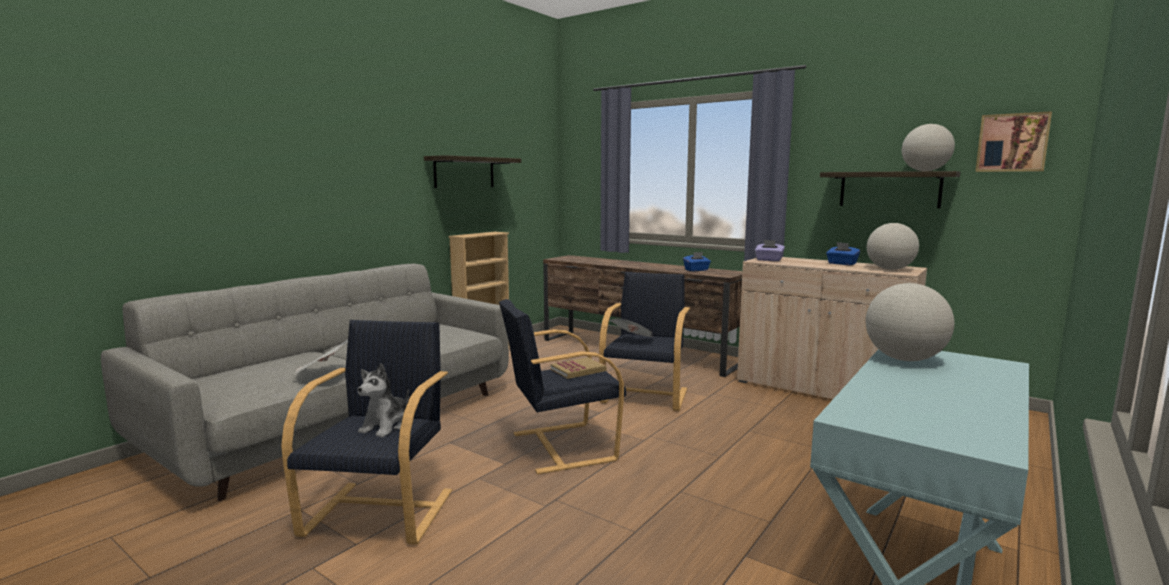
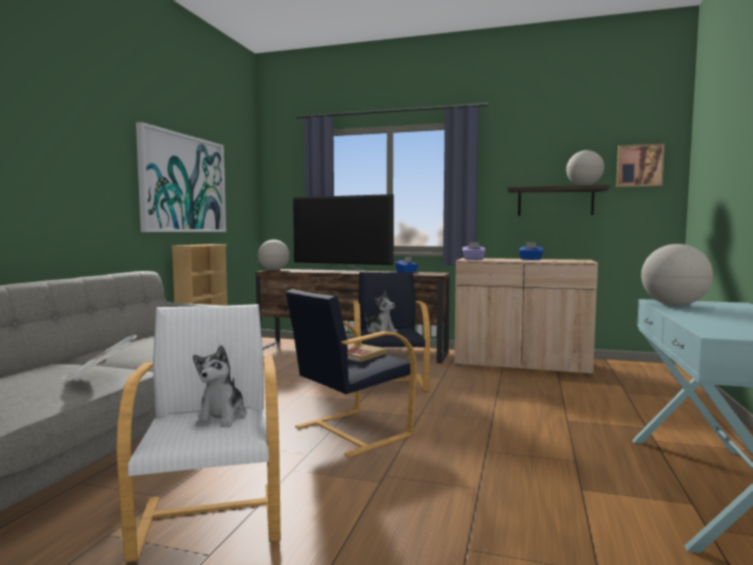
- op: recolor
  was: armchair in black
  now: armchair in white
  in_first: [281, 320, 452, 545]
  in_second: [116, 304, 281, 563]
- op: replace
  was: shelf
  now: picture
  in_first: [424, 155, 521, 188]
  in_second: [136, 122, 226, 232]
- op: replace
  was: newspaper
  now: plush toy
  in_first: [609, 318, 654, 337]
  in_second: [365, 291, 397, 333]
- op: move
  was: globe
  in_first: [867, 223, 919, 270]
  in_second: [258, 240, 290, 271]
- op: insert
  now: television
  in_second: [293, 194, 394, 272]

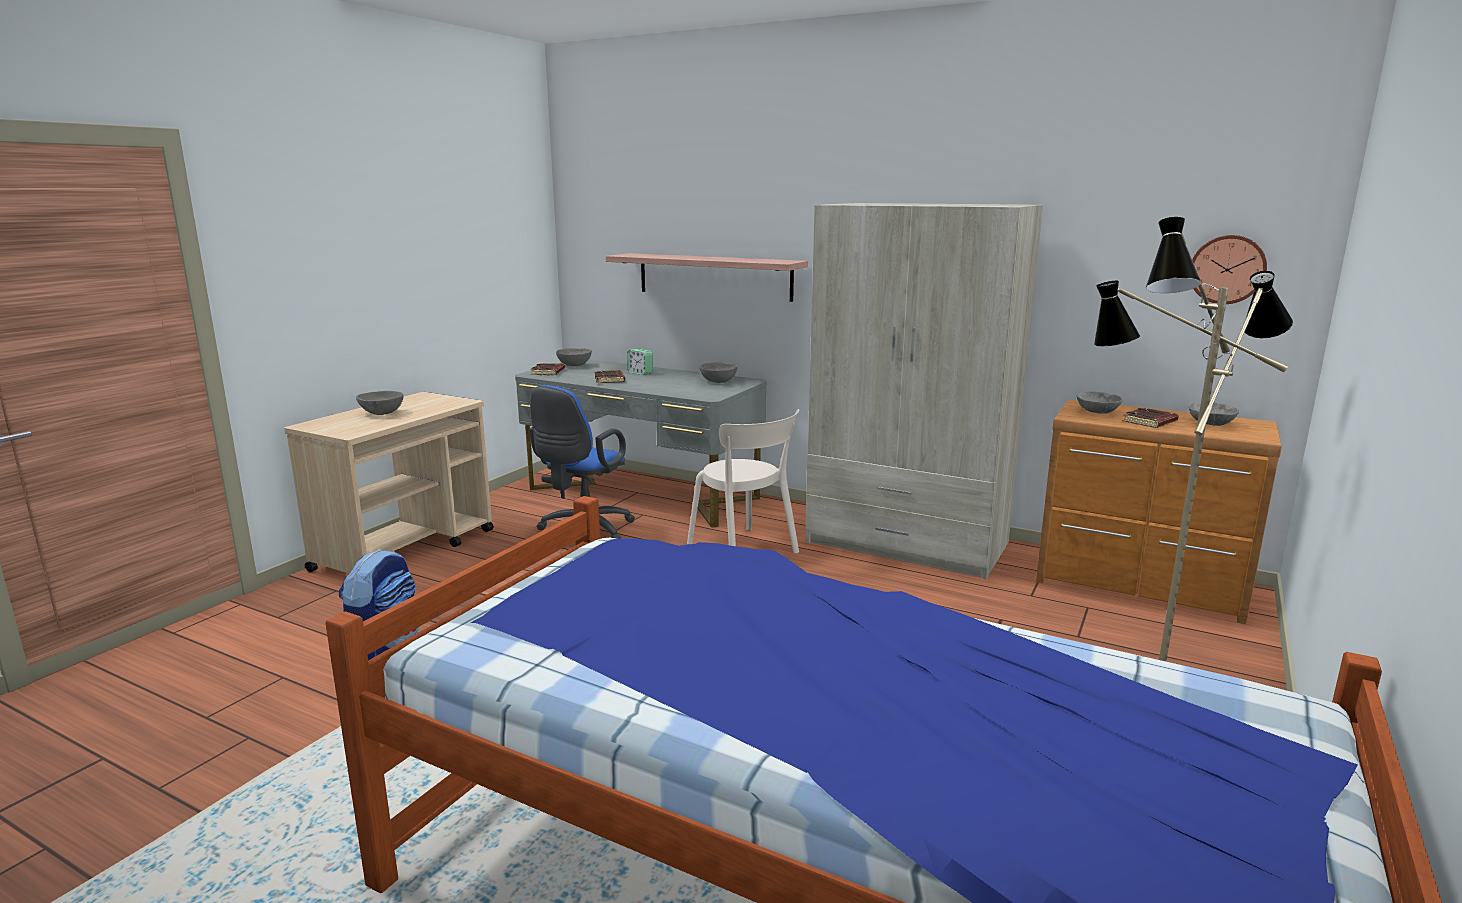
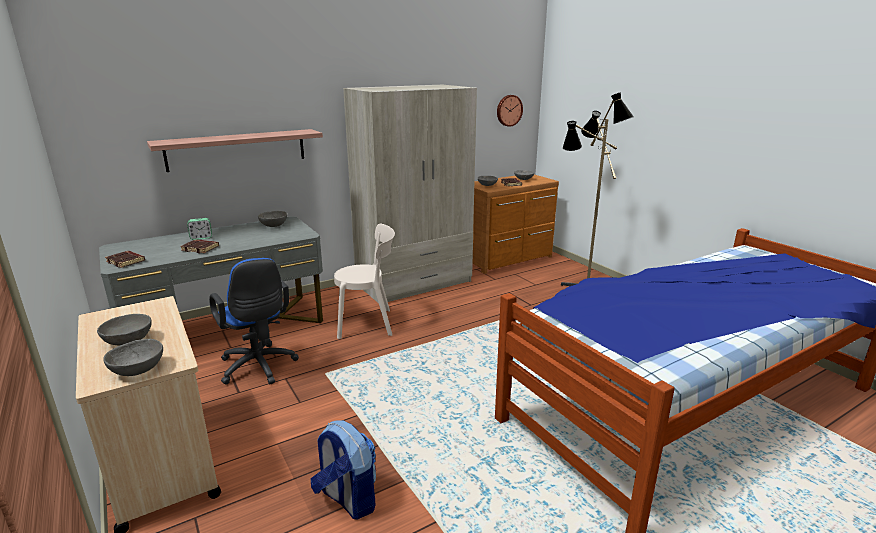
- op: move
  was: bowl in grey
  in_first: [556, 348, 592, 366]
  in_second: [103, 339, 163, 376]

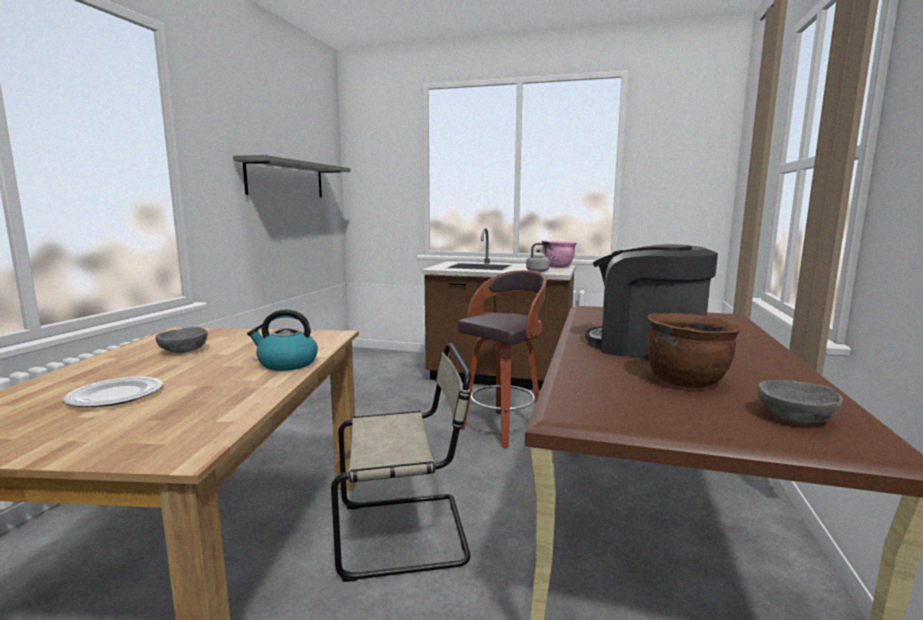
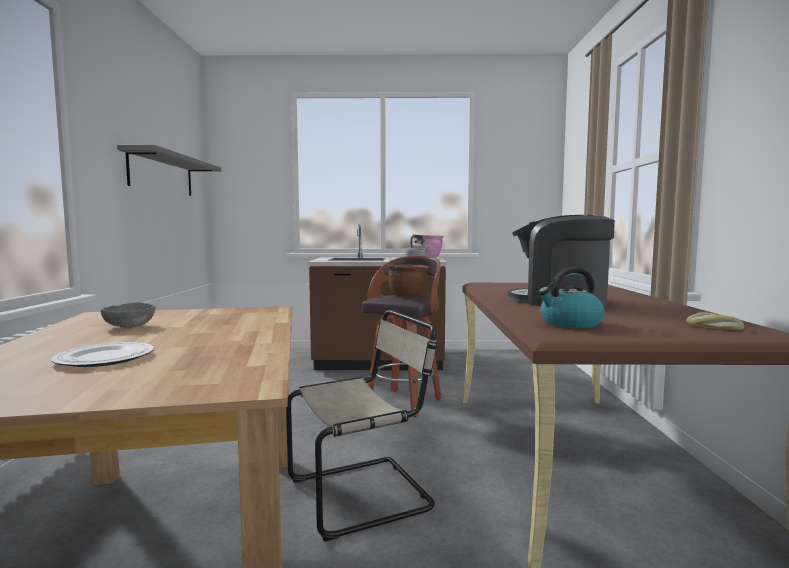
- op: move
  was: kettle
  in_first: [247, 310, 318, 371]
  in_second: [538, 267, 604, 328]
- op: move
  was: cooking pot in brown
  in_first: [647, 313, 741, 388]
  in_second: [387, 264, 429, 297]
- op: replace
  was: bowl in grey
  now: bread
  in_first: [758, 380, 843, 423]
  in_second: [686, 312, 744, 330]

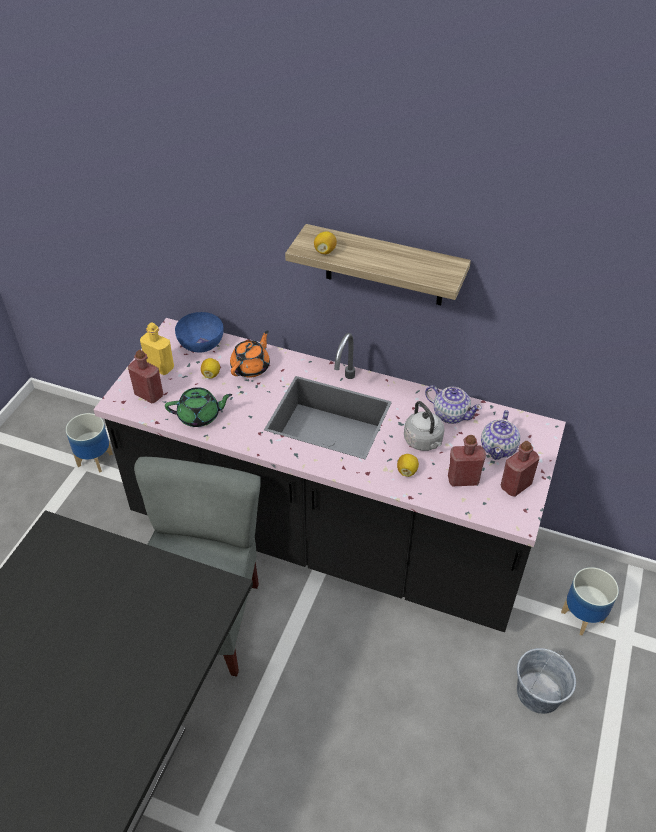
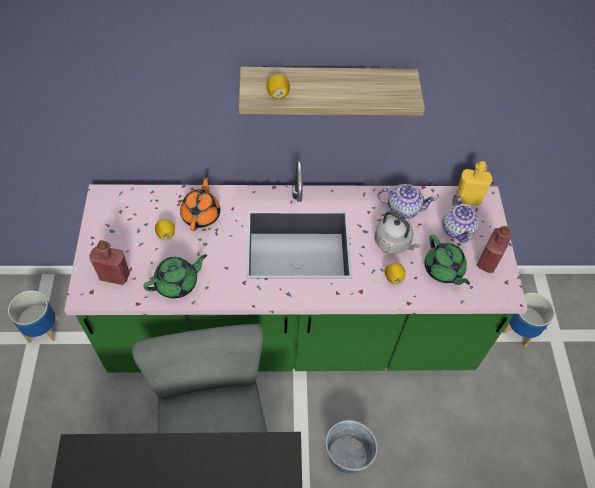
- op: recolor
  was: counter in black
  now: counter in green
  in_first: [93, 318, 566, 632]
  in_second: [64, 161, 527, 373]
- op: move
  was: bottle in yellow
  in_first: [140, 322, 174, 375]
  in_second: [456, 161, 492, 206]
- op: delete
  was: bowl in blue
  in_first: [175, 312, 224, 353]
- op: replace
  was: bottle in red
  now: teapot in green
  in_first: [448, 435, 486, 486]
  in_second: [424, 235, 470, 285]
- op: move
  was: bucket in grey
  in_first: [517, 648, 576, 714]
  in_second: [325, 420, 378, 474]

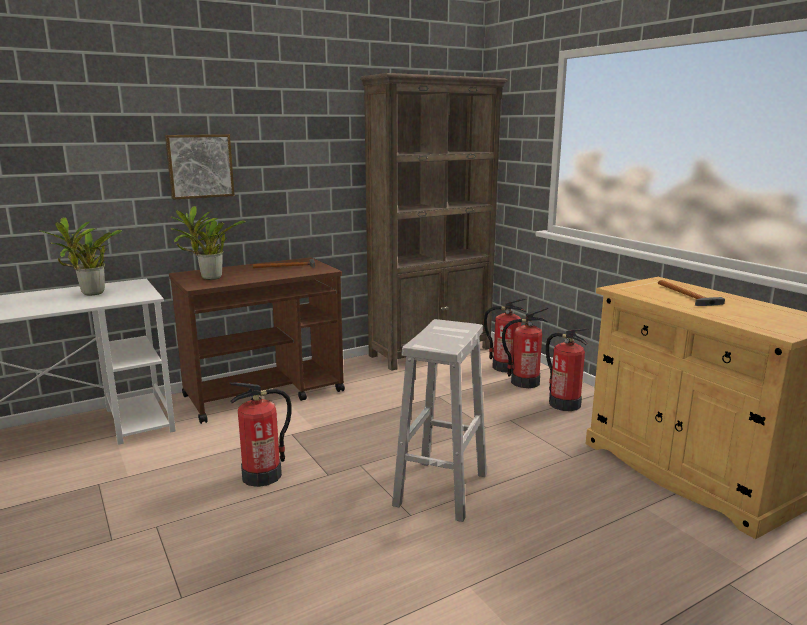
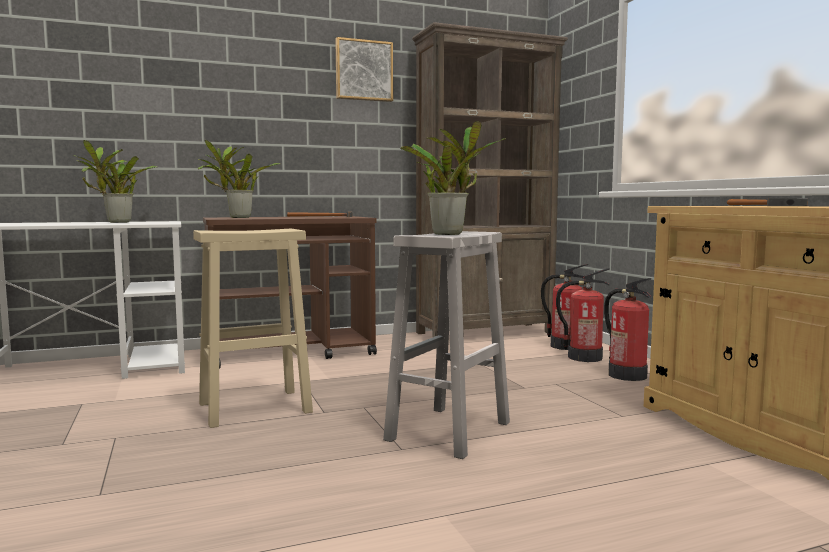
- op: move
  was: picture
  in_first: [165, 134, 235, 200]
  in_second: [335, 37, 393, 102]
- op: replace
  was: fire extinguisher
  now: stool in beige
  in_first: [230, 382, 292, 487]
  in_second: [193, 229, 313, 428]
- op: insert
  now: potted plant
  in_second: [400, 121, 506, 235]

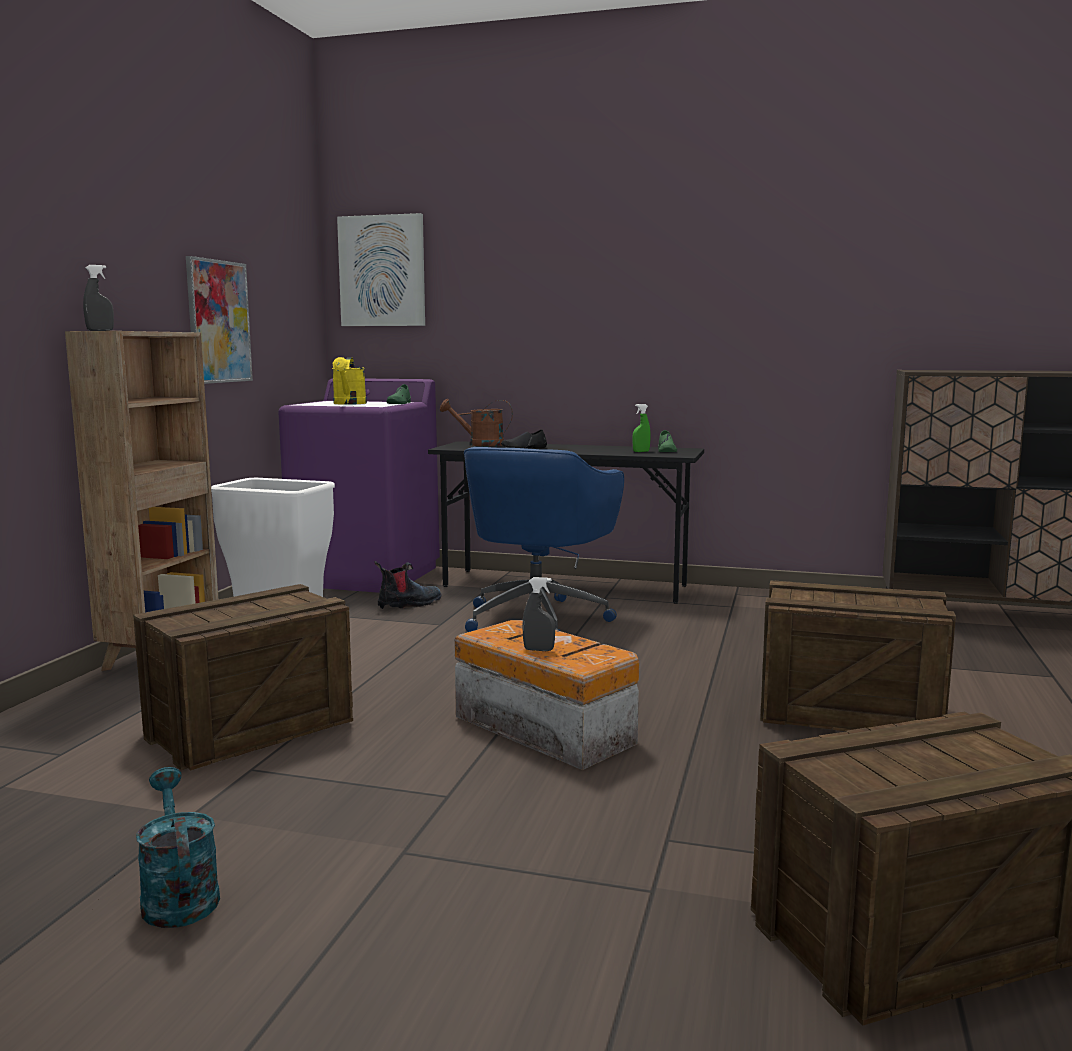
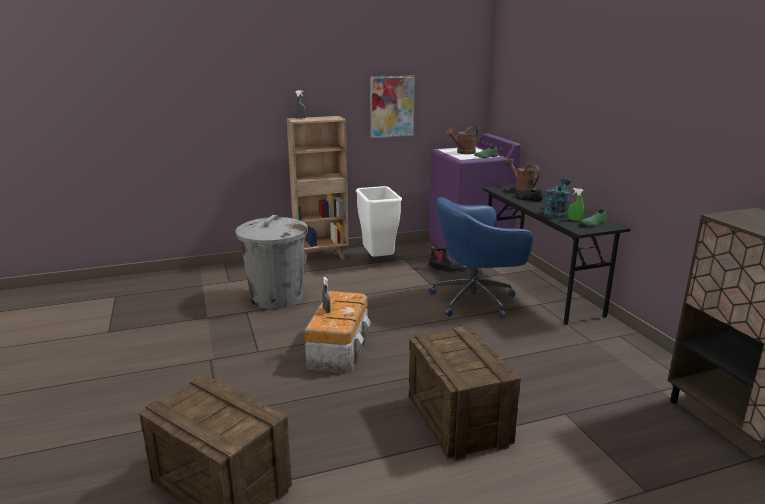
- op: replace
  was: crate
  now: trash can in grey
  in_first: [133, 584, 353, 770]
  in_second: [235, 215, 308, 309]
- op: move
  was: watering can in turquoise
  in_first: [136, 767, 220, 928]
  in_second: [544, 177, 571, 218]
- op: recolor
  was: watering can in yellow
  now: watering can in brown
  in_first: [332, 357, 367, 405]
  in_second: [445, 126, 478, 154]
- op: delete
  was: picture
  in_first: [337, 213, 425, 326]

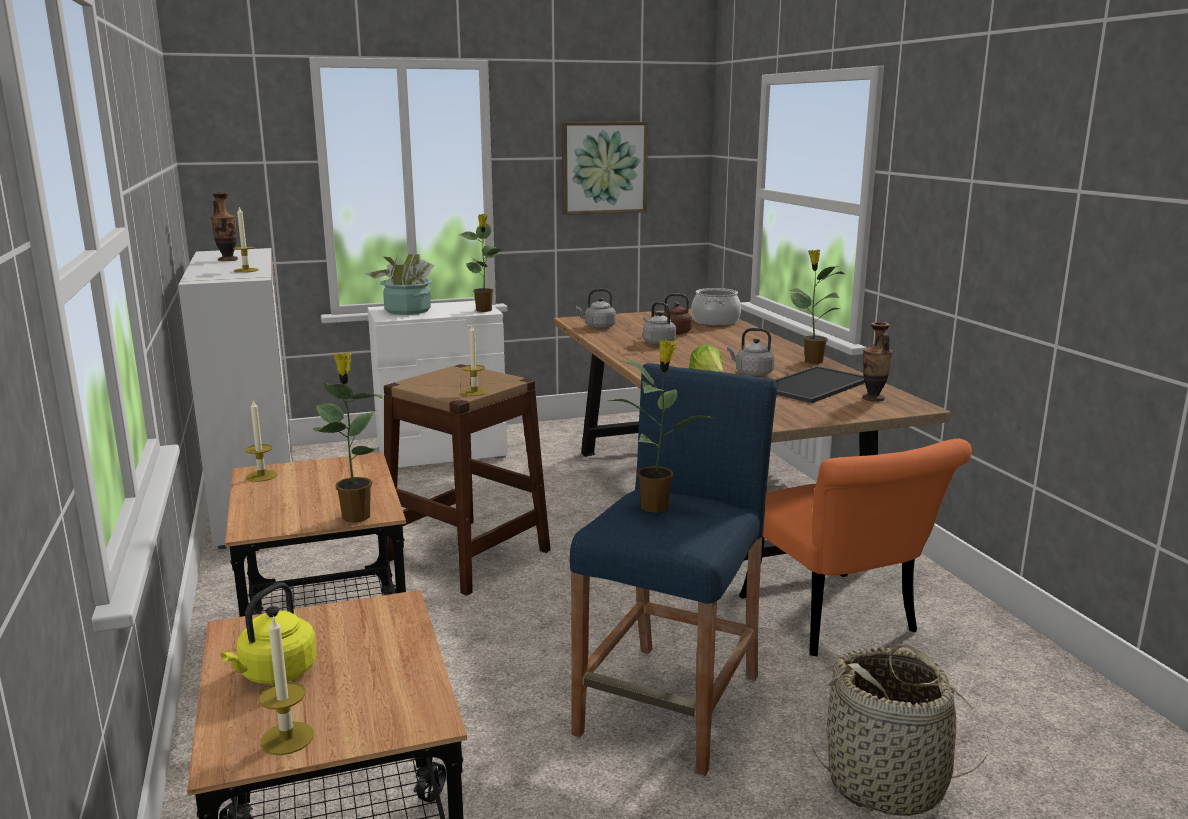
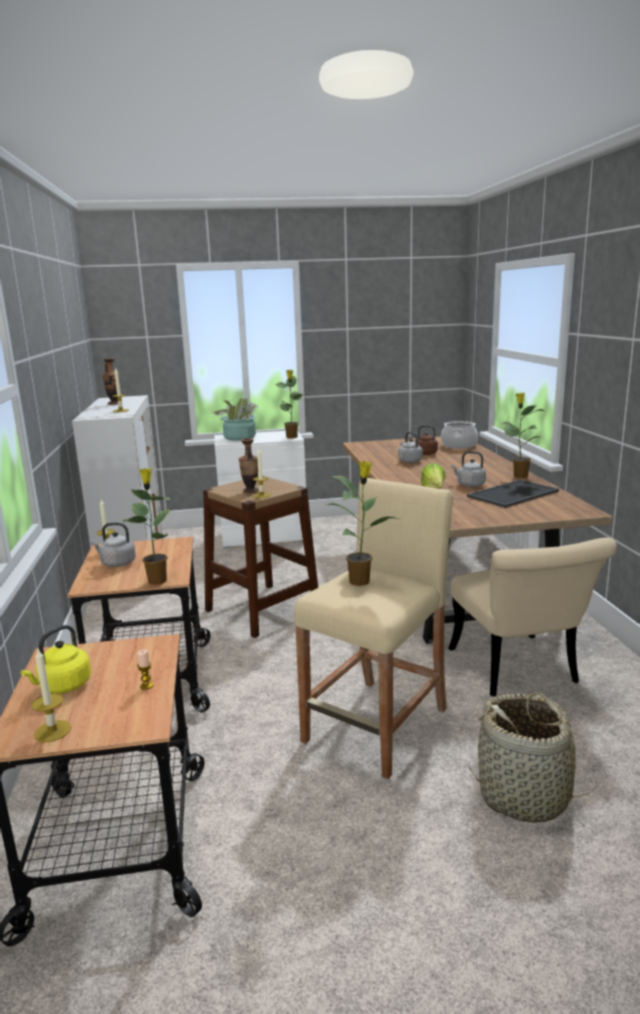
- op: delete
  was: picture
  in_first: [562, 122, 648, 215]
- op: recolor
  was: stool in blue
  now: stool in beige
  in_first: [570, 363, 777, 776]
  in_second: [294, 478, 453, 779]
- op: move
  was: kettle in grey
  in_first: [576, 289, 616, 329]
  in_second: [91, 523, 136, 567]
- op: recolor
  was: chair in orange
  now: chair in beige
  in_first: [739, 439, 972, 656]
  in_second: [448, 537, 617, 697]
- op: move
  was: vase
  in_first: [862, 322, 892, 402]
  in_second: [239, 438, 258, 493]
- op: insert
  now: candle
  in_second: [137, 649, 153, 690]

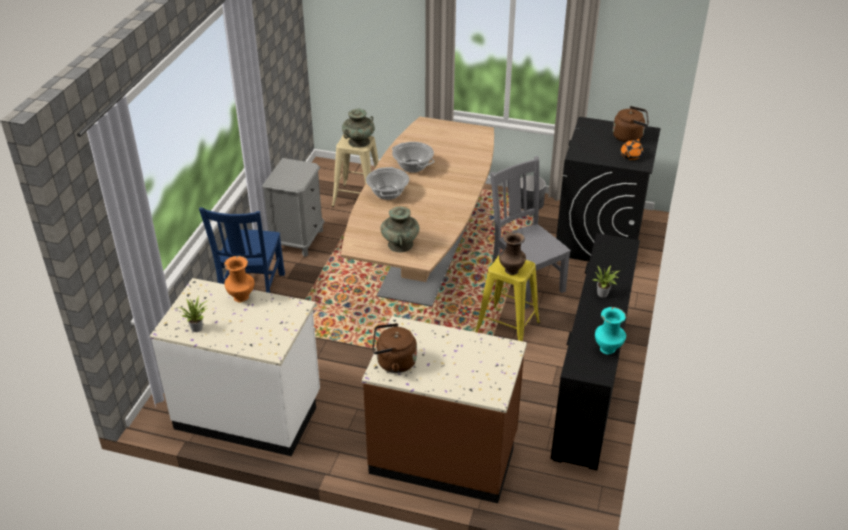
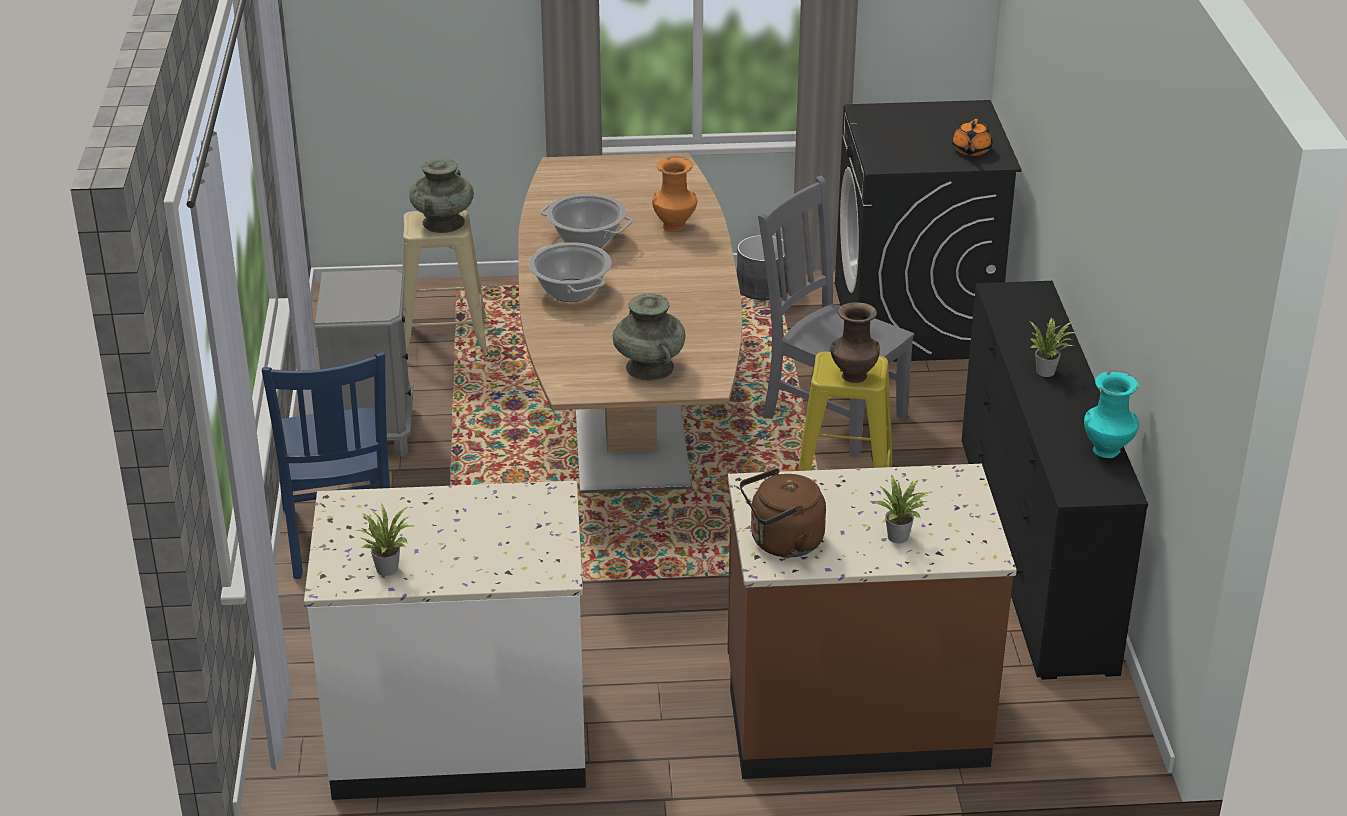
- op: move
  was: vase in orange
  in_first: [224, 256, 255, 302]
  in_second: [652, 157, 697, 232]
- op: delete
  was: kettle in brown
  in_first: [613, 106, 649, 142]
- op: insert
  now: potted plant
  in_second: [874, 474, 932, 543]

